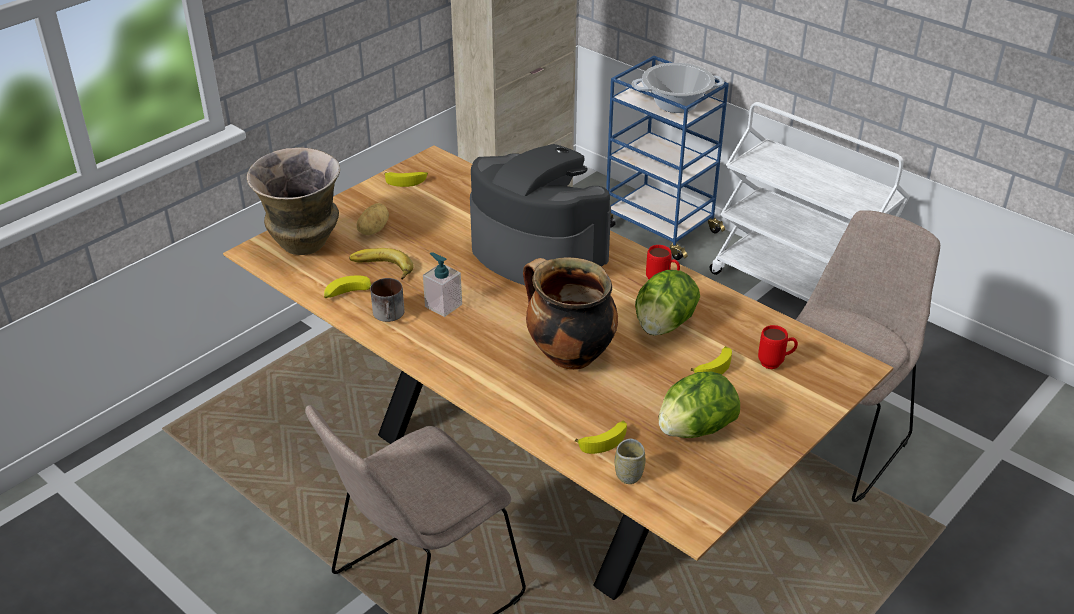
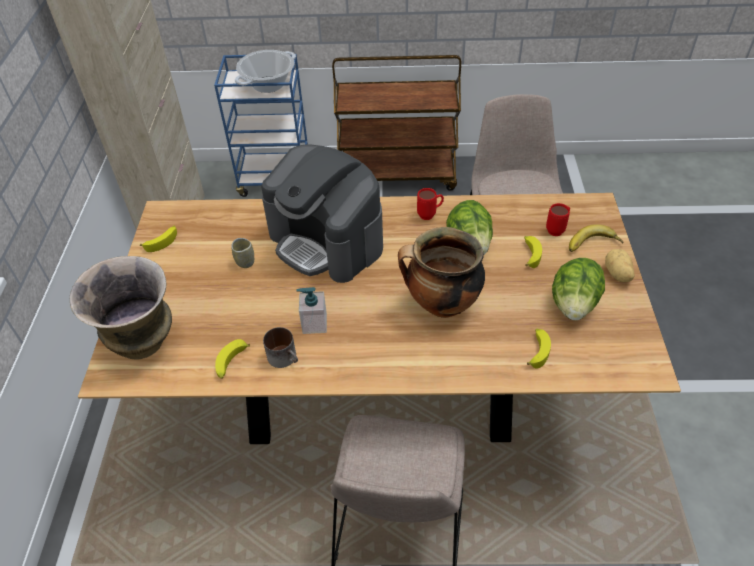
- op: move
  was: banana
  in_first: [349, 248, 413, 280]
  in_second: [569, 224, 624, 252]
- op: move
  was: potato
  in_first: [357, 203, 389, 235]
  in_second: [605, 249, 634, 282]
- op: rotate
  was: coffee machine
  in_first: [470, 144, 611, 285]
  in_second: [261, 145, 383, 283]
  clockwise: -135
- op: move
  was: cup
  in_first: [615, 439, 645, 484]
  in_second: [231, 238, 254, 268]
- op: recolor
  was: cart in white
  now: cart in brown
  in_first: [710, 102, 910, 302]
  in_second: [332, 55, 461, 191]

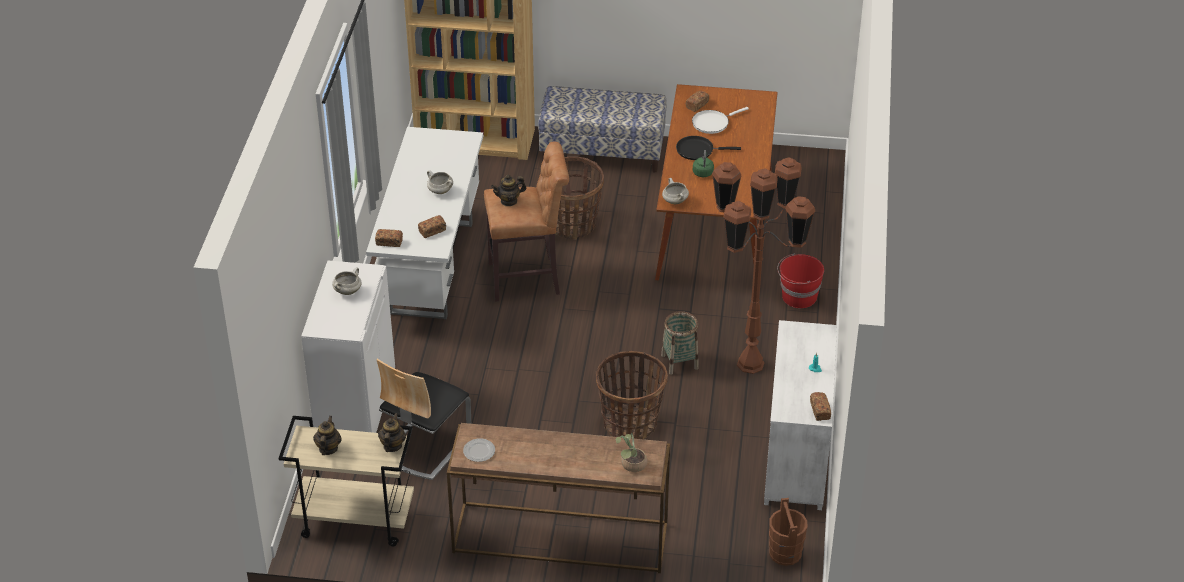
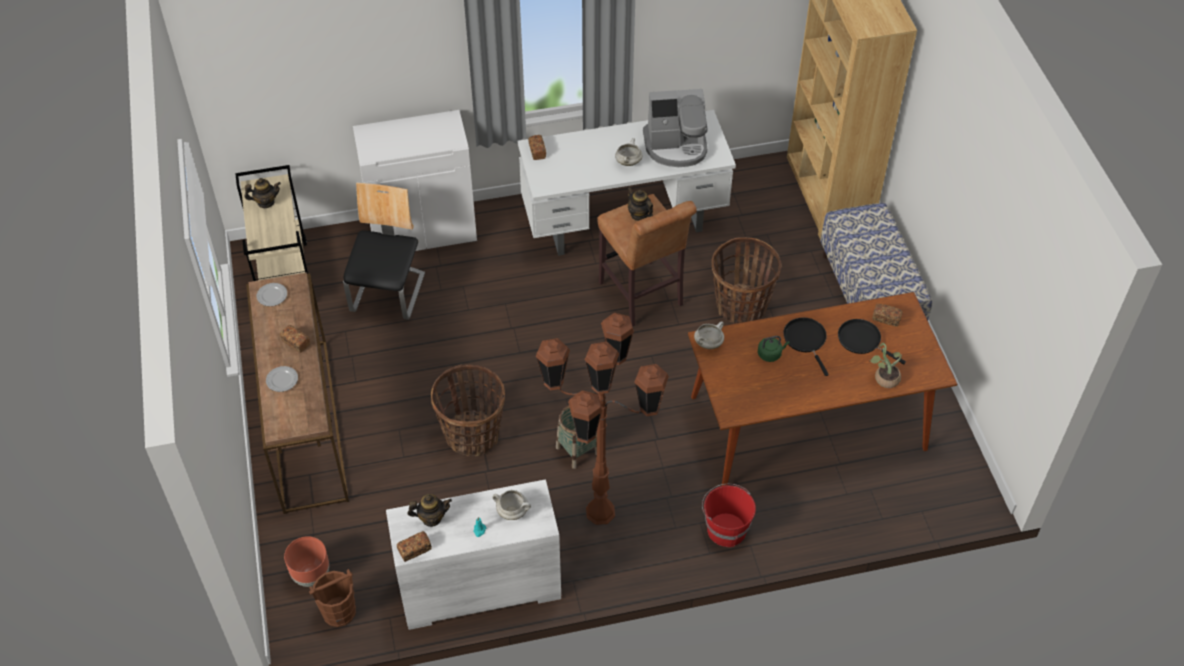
- op: move
  was: cooking pot in white
  in_first: [332, 267, 361, 295]
  in_second: [492, 490, 531, 520]
- op: rotate
  was: chair
  in_first: [376, 358, 471, 480]
  in_second: [344, 183, 425, 320]
  clockwise: 90
- op: move
  was: teapot
  in_first: [378, 413, 406, 452]
  in_second: [407, 494, 452, 527]
- op: move
  was: bread
  in_first: [418, 215, 446, 238]
  in_second: [280, 325, 310, 353]
- op: move
  was: potted plant
  in_first: [615, 433, 648, 472]
  in_second: [870, 343, 902, 388]
- op: recolor
  was: frying pan in white
  now: frying pan in black
  in_first: [692, 107, 749, 134]
  in_second: [838, 319, 906, 365]
- op: insert
  now: plate
  in_second: [266, 366, 298, 392]
- op: insert
  now: planter in brown
  in_second: [284, 536, 329, 587]
- op: insert
  now: coffee machine
  in_second: [643, 89, 708, 167]

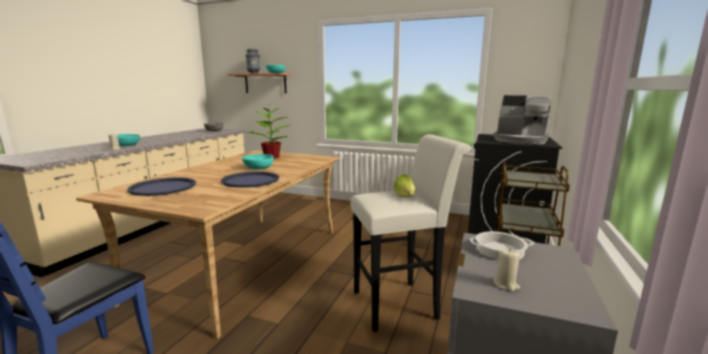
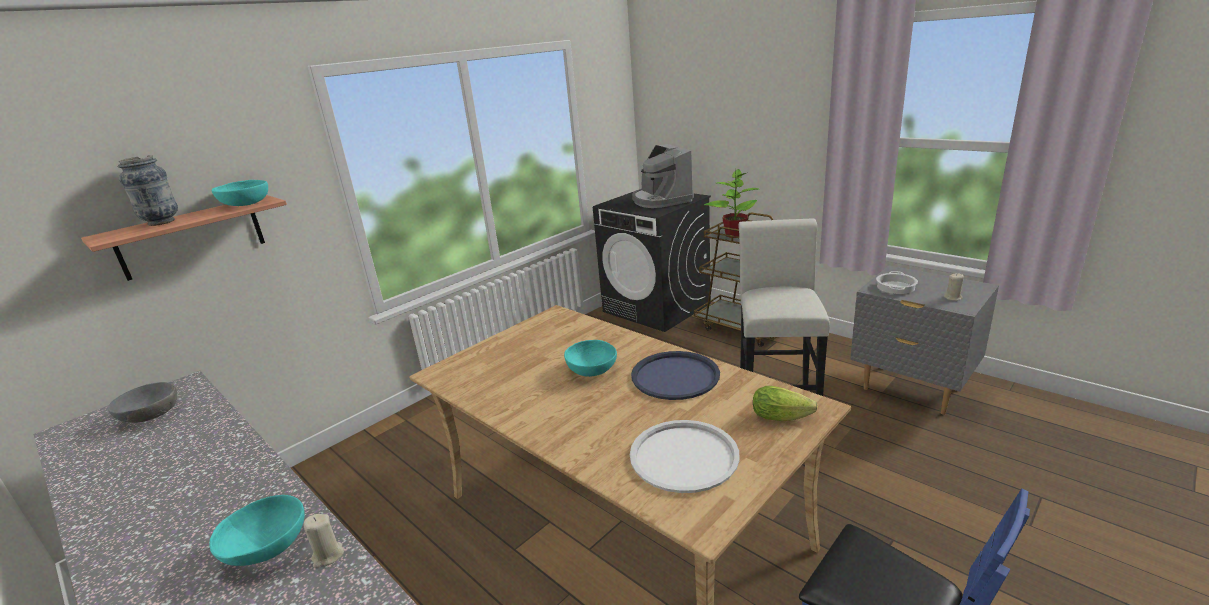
- op: recolor
  was: tray in blue
  now: tray in white
  in_first: [127, 177, 196, 196]
  in_second: [630, 420, 740, 493]
- op: move
  was: potted plant
  in_first: [247, 108, 291, 159]
  in_second: [704, 168, 759, 238]
- op: move
  was: lettuce
  in_first: [394, 174, 415, 197]
  in_second: [753, 386, 818, 421]
- op: rotate
  was: coffee machine
  in_first: [493, 95, 552, 145]
  in_second: [632, 144, 694, 208]
  clockwise: 105

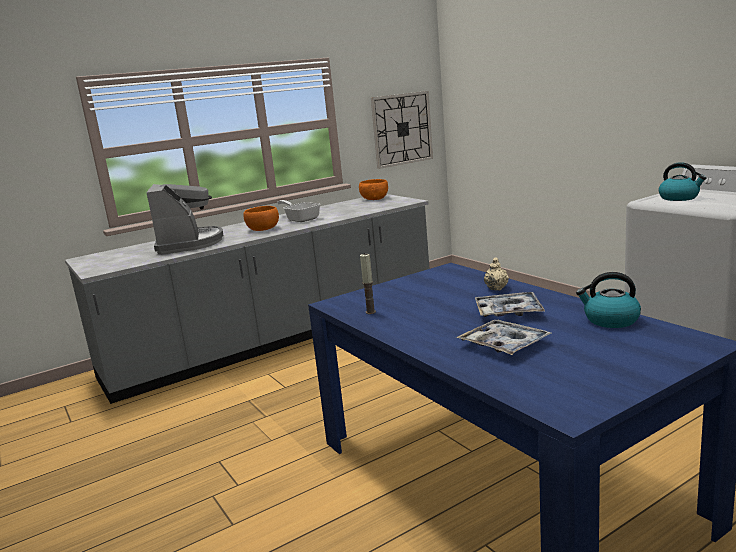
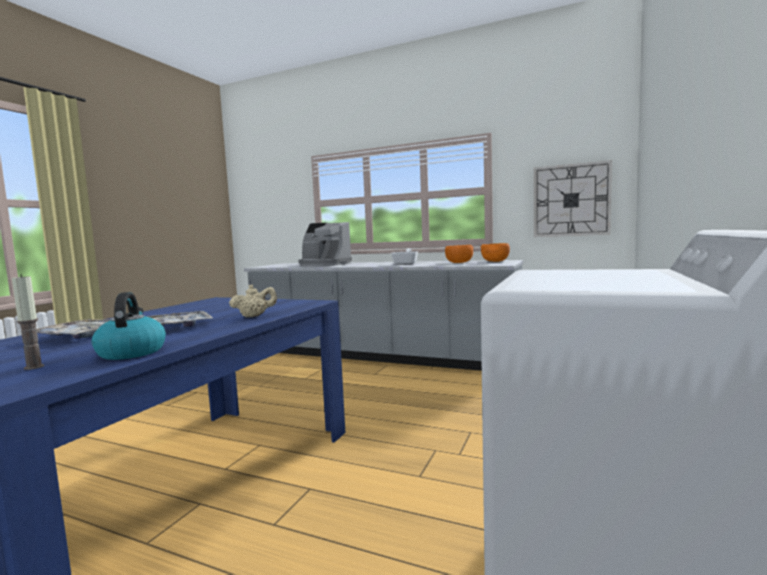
- op: rotate
  was: coffee machine
  in_first: [146, 184, 224, 255]
  in_second: [299, 222, 352, 267]
  clockwise: 75
- op: move
  was: bowl in orange
  in_first: [244, 206, 279, 231]
  in_second: [445, 245, 473, 263]
- op: move
  was: candle
  in_first: [360, 254, 376, 314]
  in_second: [12, 274, 44, 370]
- op: delete
  was: kettle
  in_first: [659, 162, 706, 201]

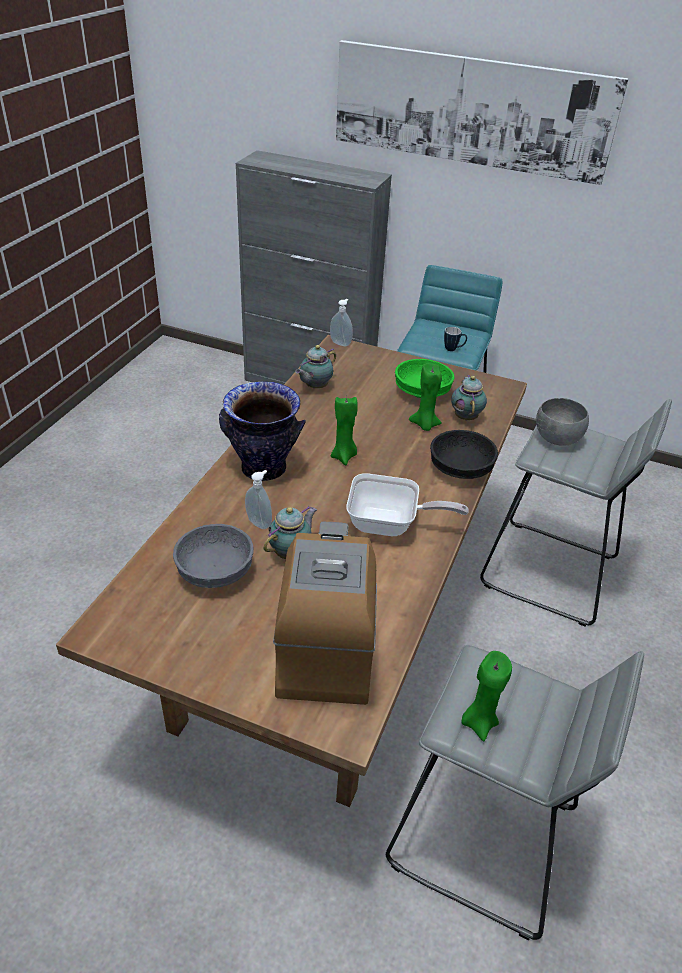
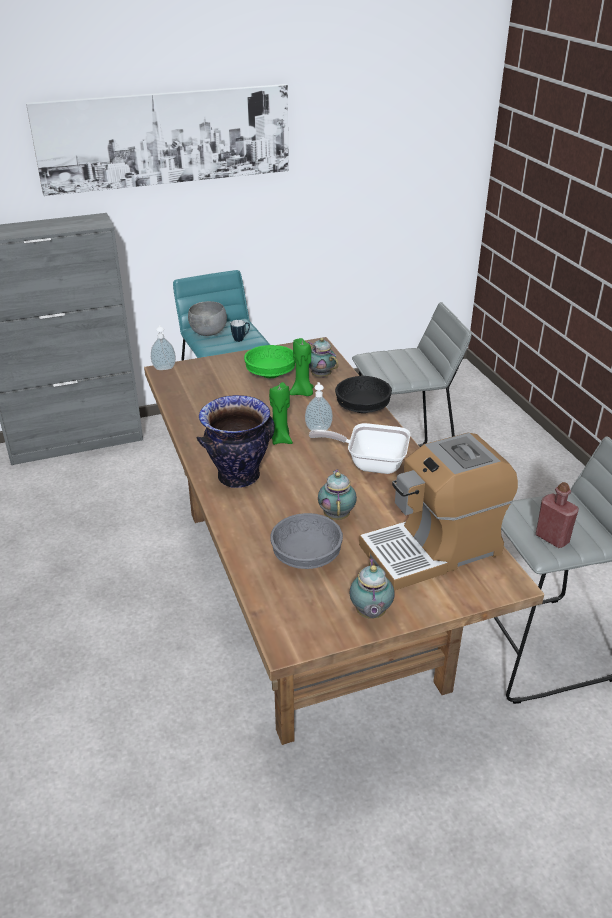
- op: move
  was: soap dispenser
  in_first: [245, 470, 272, 529]
  in_second: [305, 382, 333, 431]
- op: rotate
  was: coffee machine
  in_first: [273, 522, 377, 705]
  in_second: [359, 433, 518, 591]
  clockwise: -75
- op: move
  was: teapot
  in_first: [295, 345, 336, 388]
  in_second: [349, 558, 395, 619]
- op: rotate
  was: frying pan
  in_first: [346, 473, 469, 536]
  in_second: [309, 423, 410, 474]
  clockwise: -135
- op: replace
  was: candle in green
  now: bottle in red
  in_first: [461, 651, 512, 741]
  in_second: [536, 482, 579, 548]
- op: move
  was: bowl in grey
  in_first: [536, 398, 589, 446]
  in_second: [188, 301, 227, 336]

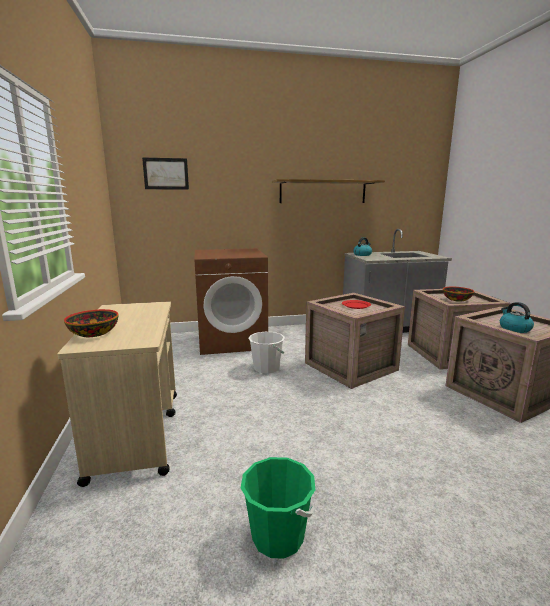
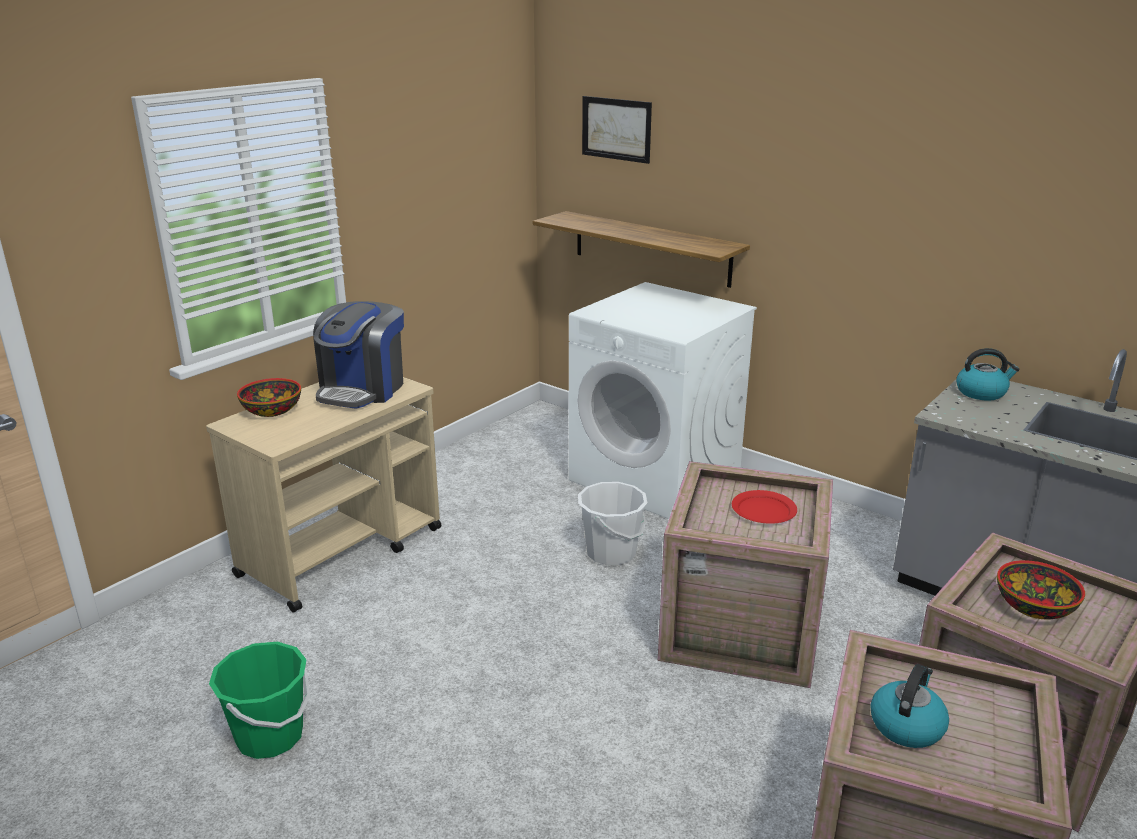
- op: recolor
  was: washing machine in brown
  now: washing machine in white
  in_first: [194, 248, 268, 355]
  in_second: [569, 282, 757, 519]
- op: move
  was: shelf
  in_first: [272, 179, 385, 203]
  in_second: [532, 211, 750, 288]
- op: insert
  now: coffee machine
  in_second: [313, 301, 404, 409]

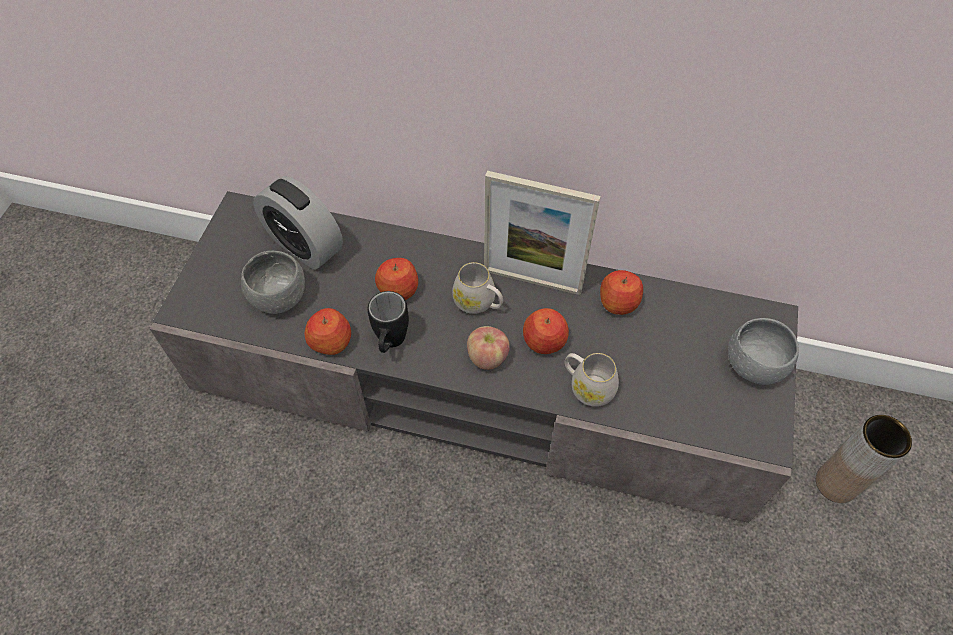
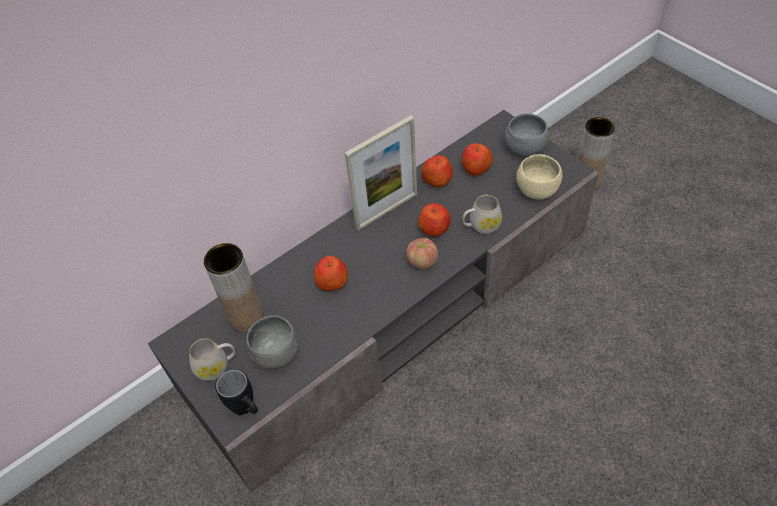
- op: replace
  was: alarm clock
  now: vase in brown
  in_first: [253, 176, 343, 270]
  in_second: [204, 243, 264, 332]
- op: move
  was: apple
  in_first: [305, 308, 351, 355]
  in_second: [462, 143, 493, 176]
- op: move
  was: mug in black
  in_first: [368, 291, 409, 353]
  in_second: [215, 369, 258, 415]
- op: move
  was: mug in white
  in_first: [452, 262, 503, 314]
  in_second: [189, 338, 235, 381]
- op: insert
  now: bowl in beige
  in_second: [516, 154, 562, 200]

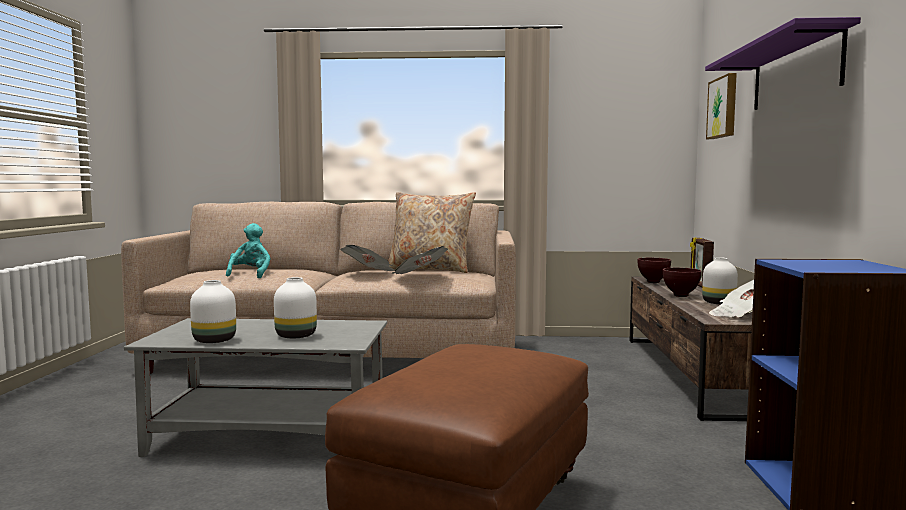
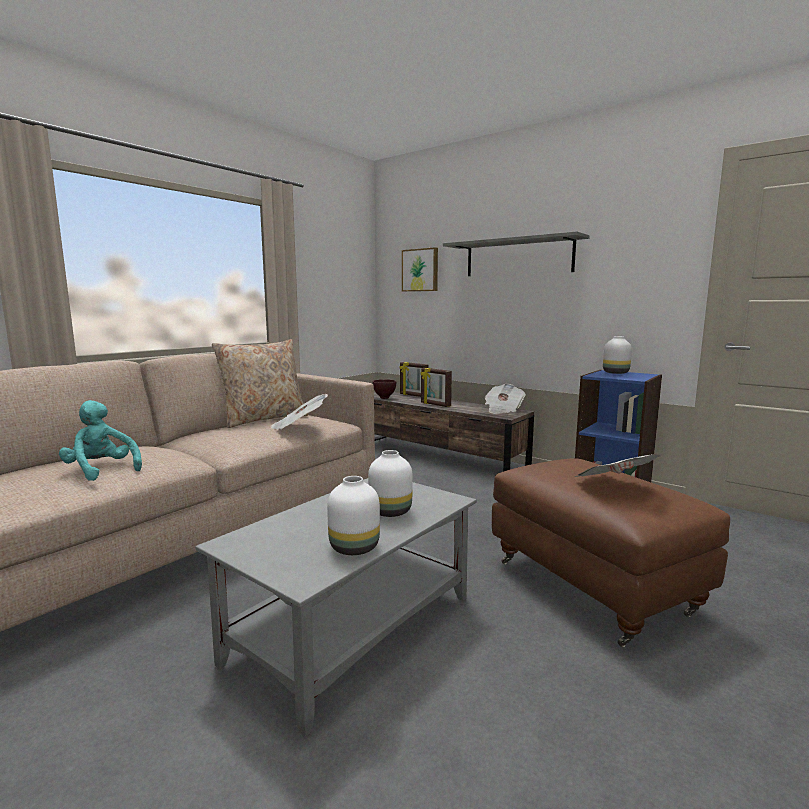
- op: move
  was: newspaper
  in_first: [340, 245, 394, 271]
  in_second: [574, 454, 661, 477]
- op: replace
  was: bowl in brown
  now: picture frame
  in_first: [663, 267, 702, 297]
  in_second: [420, 368, 452, 407]
- op: move
  was: vase in white
  in_first: [702, 257, 738, 304]
  in_second: [603, 336, 632, 374]
- op: recolor
  was: shelf in purple
  now: shelf in grey
  in_first: [705, 17, 861, 110]
  in_second: [443, 231, 590, 276]

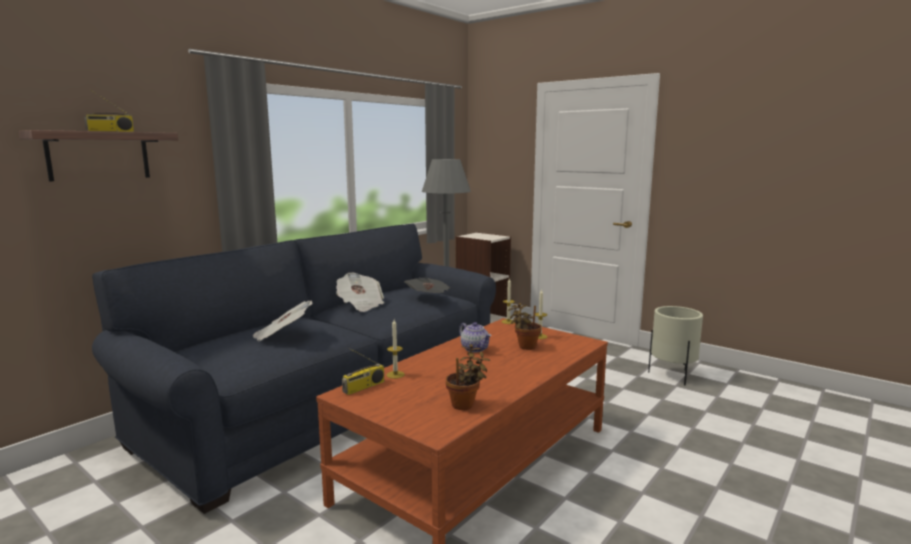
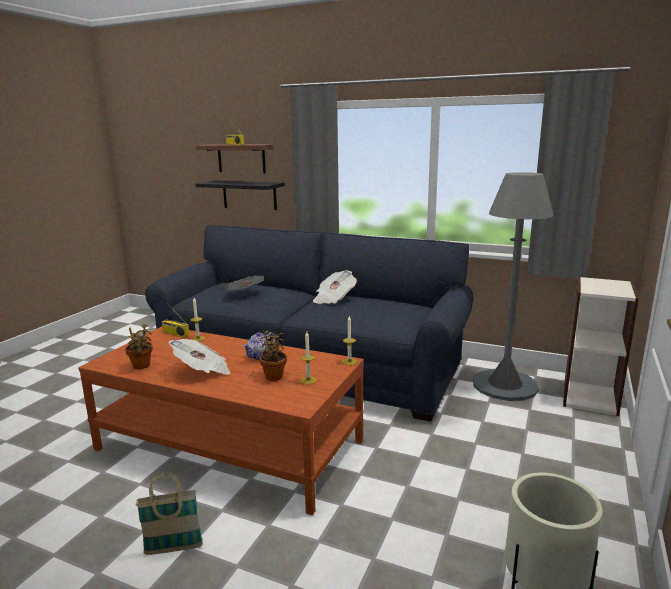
- op: move
  was: newspaper
  in_first: [404, 278, 450, 293]
  in_second: [168, 339, 230, 374]
- op: insert
  now: basket
  in_second: [136, 472, 203, 555]
- op: insert
  now: shelf in black
  in_second: [195, 180, 285, 210]

